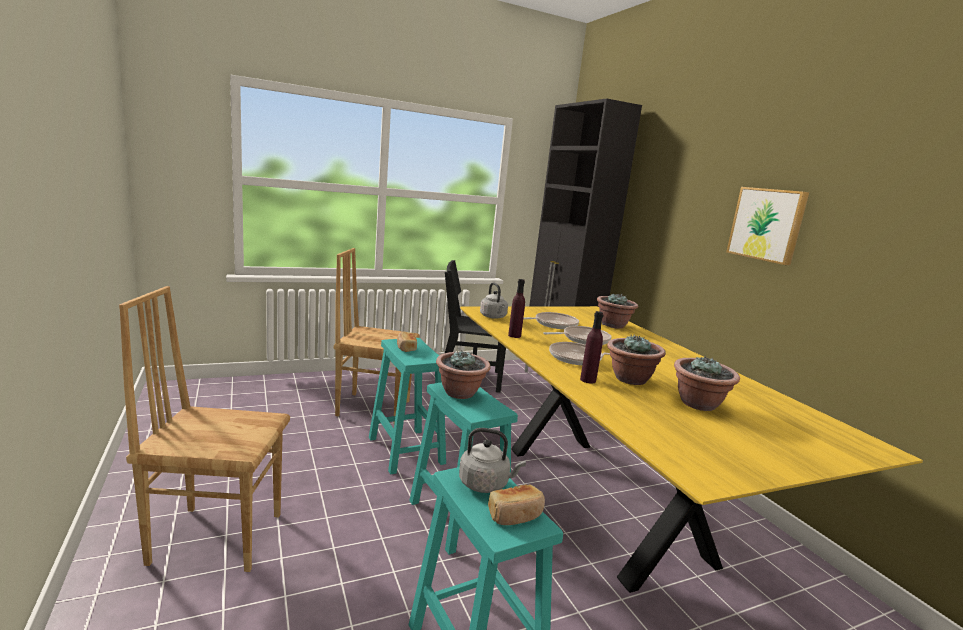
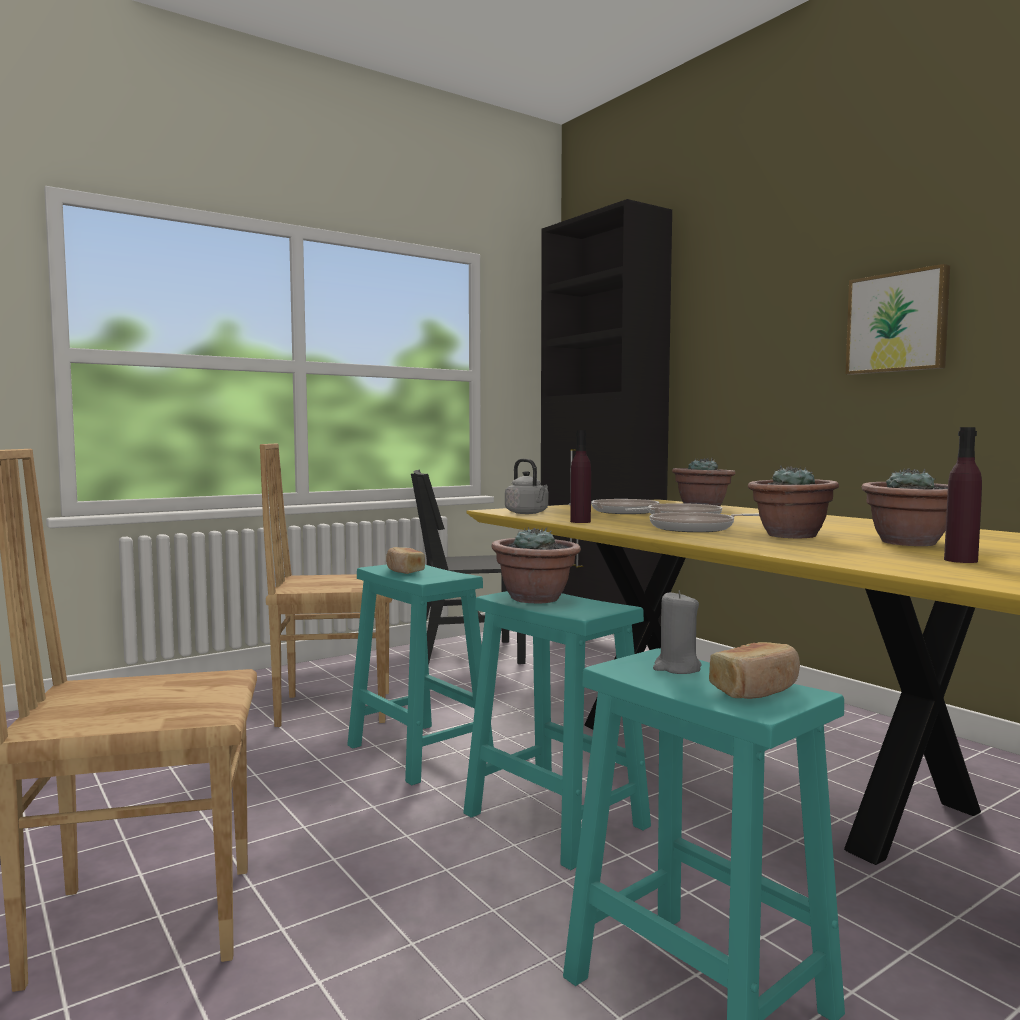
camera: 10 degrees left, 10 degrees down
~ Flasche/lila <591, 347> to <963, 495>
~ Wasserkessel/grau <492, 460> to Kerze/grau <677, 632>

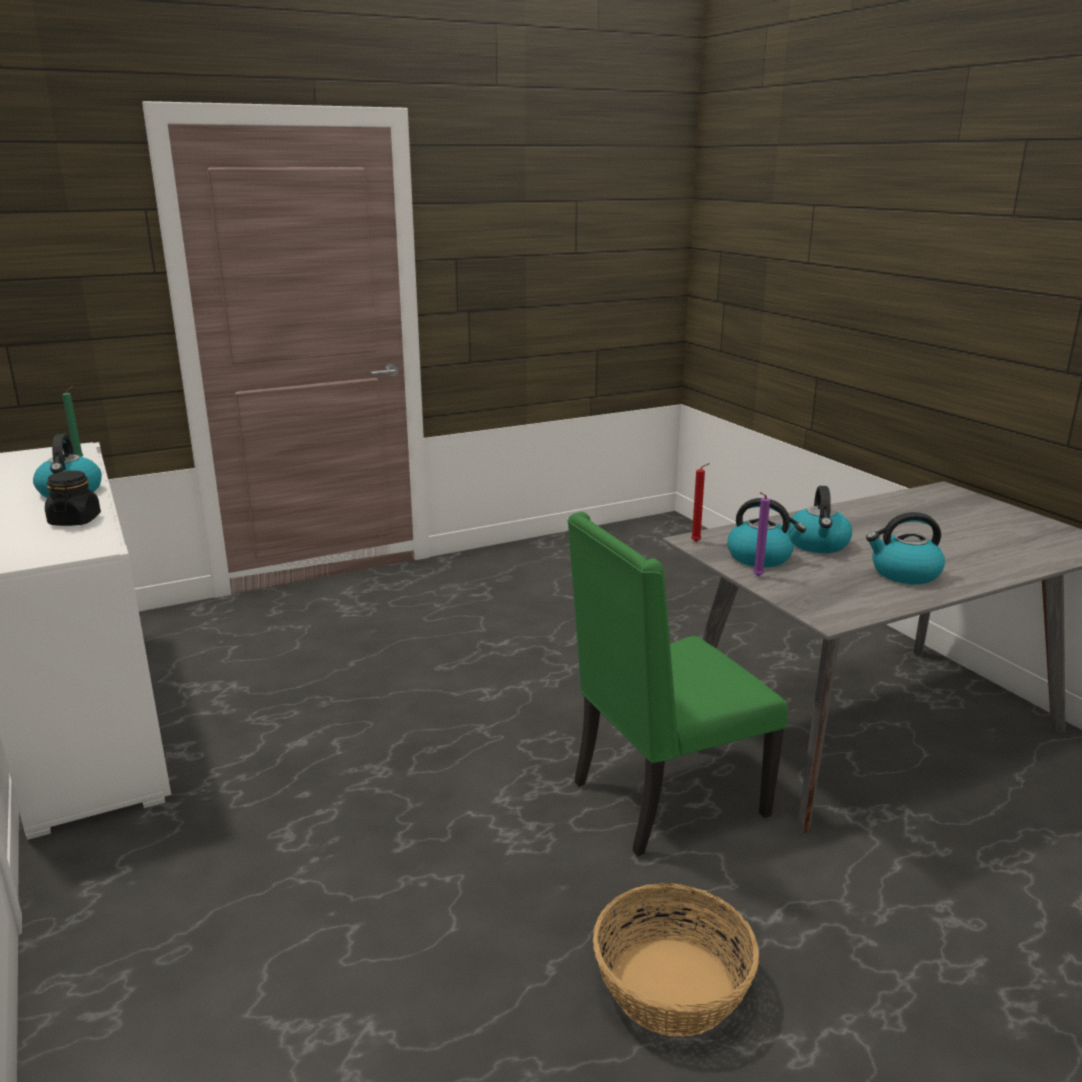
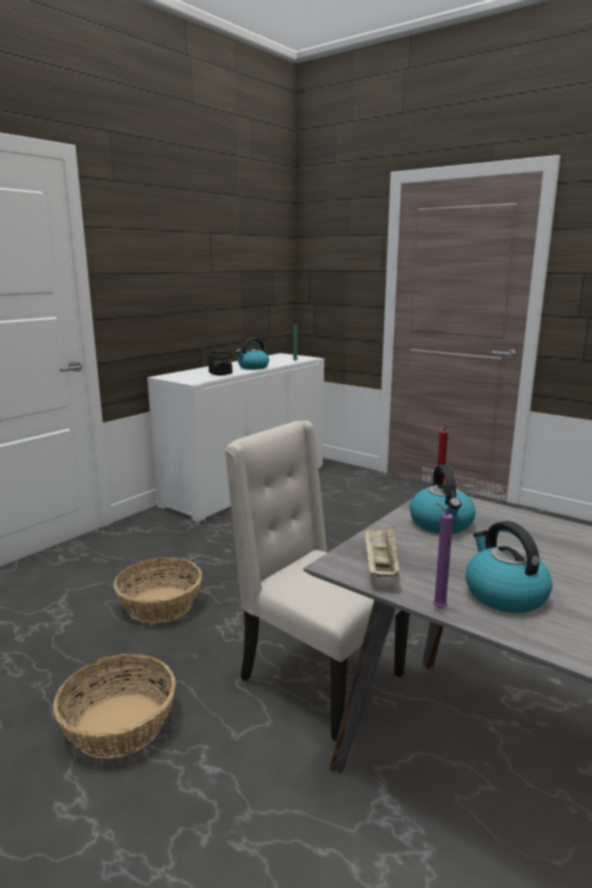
camera: 65 degrees right, 5 degrees down
- Wasserkessel <820, 519>
~ Kerze/lila <761, 534> to <443, 555>
~ Stuhl/grün <677, 684> to Stuhl/beige <317, 581>
+ Tablett/beige <382, 551>
+ Korb <157, 590>

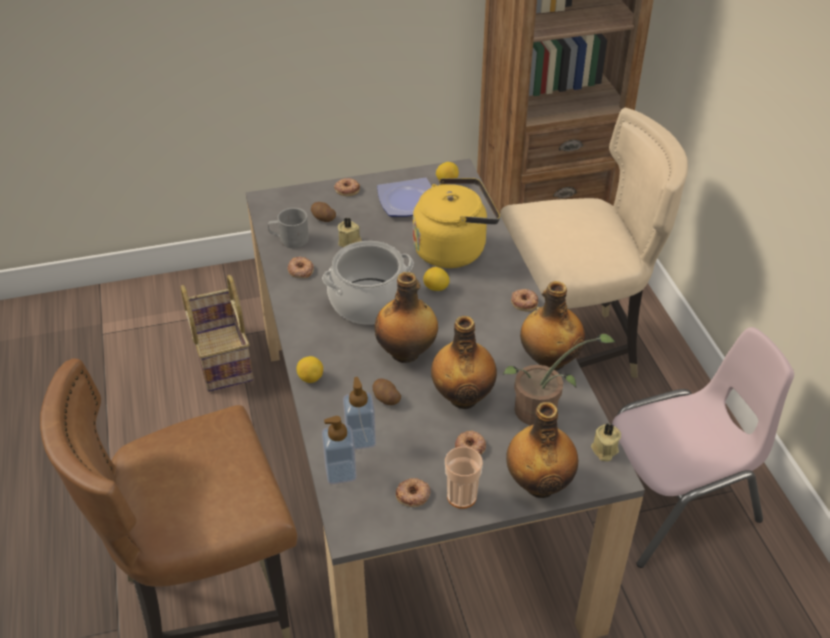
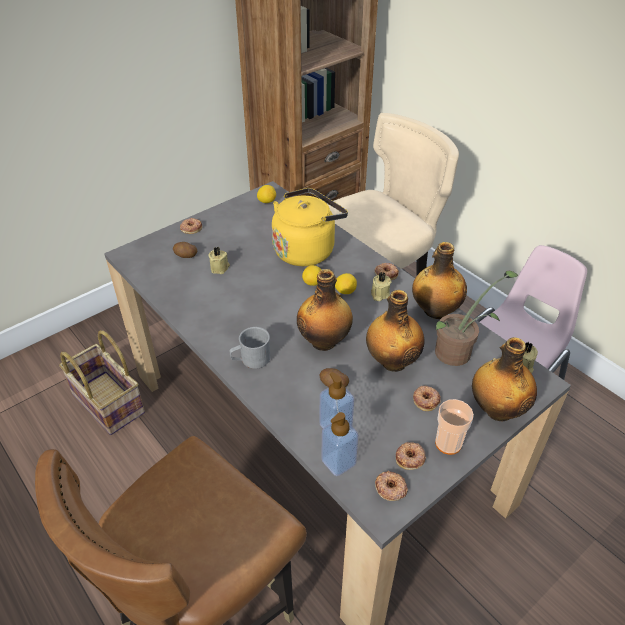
camera: 25 degrees left, 0 degrees up
- Teller <404, 197>
~ Henkelbecher/grau <288, 228> to <250, 348>
- Kochtopf <368, 283>
~ Donut <300, 267> to <391, 486>
~ Zitrone <310, 369> to <346, 283>
+ Kerze/beige <381, 286>

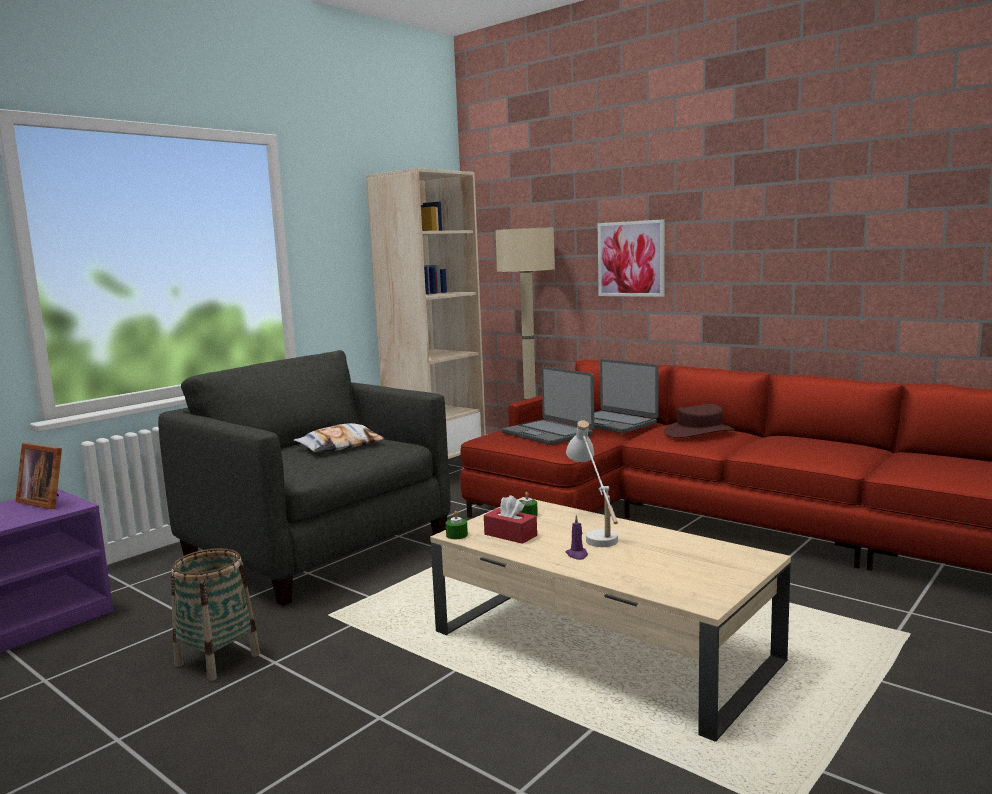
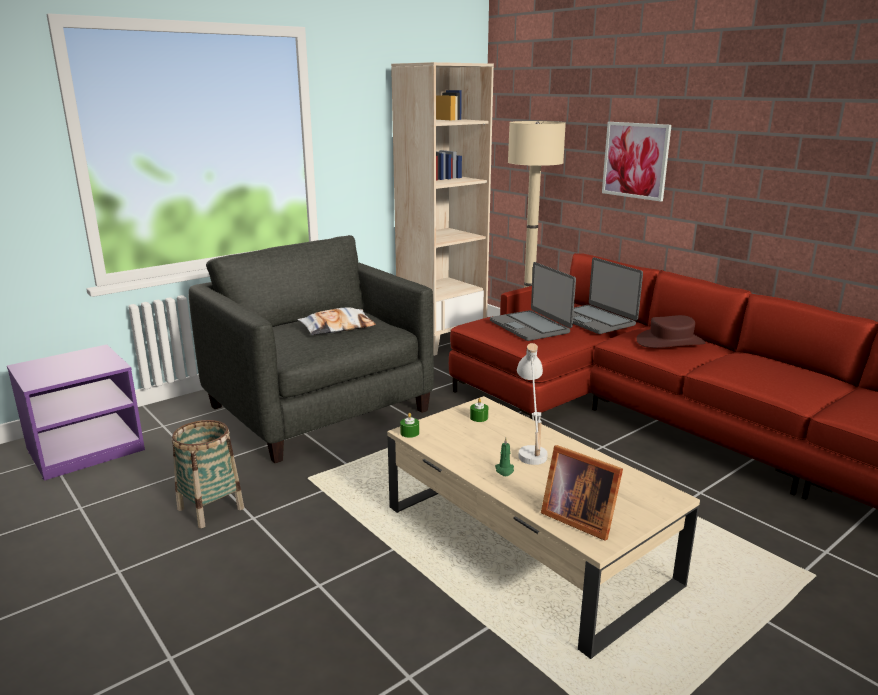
camera: 10 degrees right, 10 degrees up
~ Bilderrahmen <38, 476> to <582, 493>
- Taschentuchbox/rot <510, 519>
~ Kerze/lila <577, 537> to Kerze/grün <504, 457>

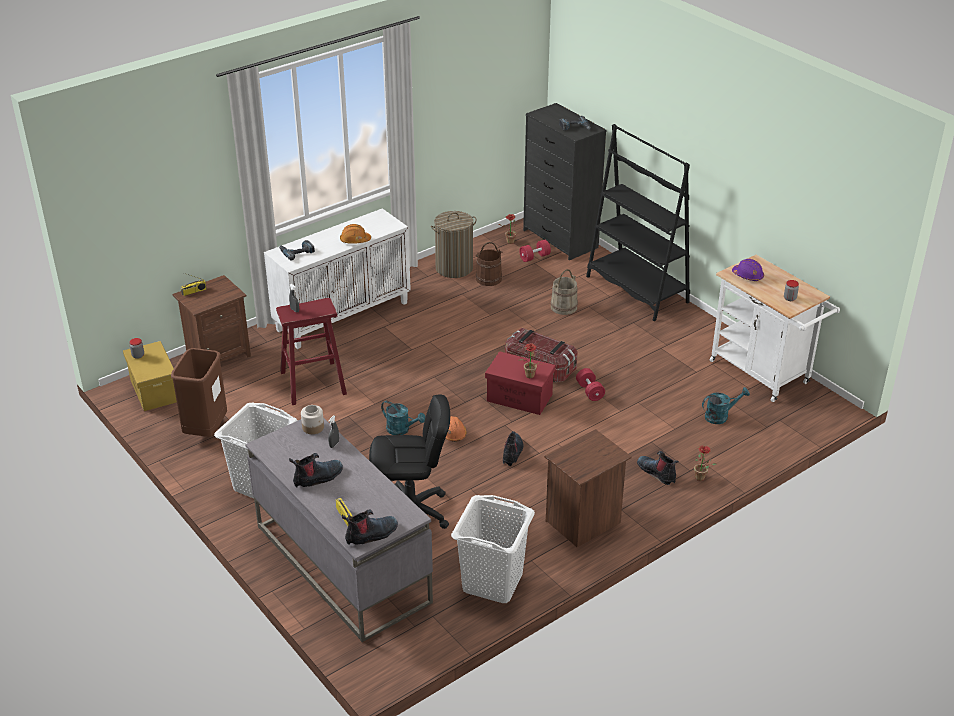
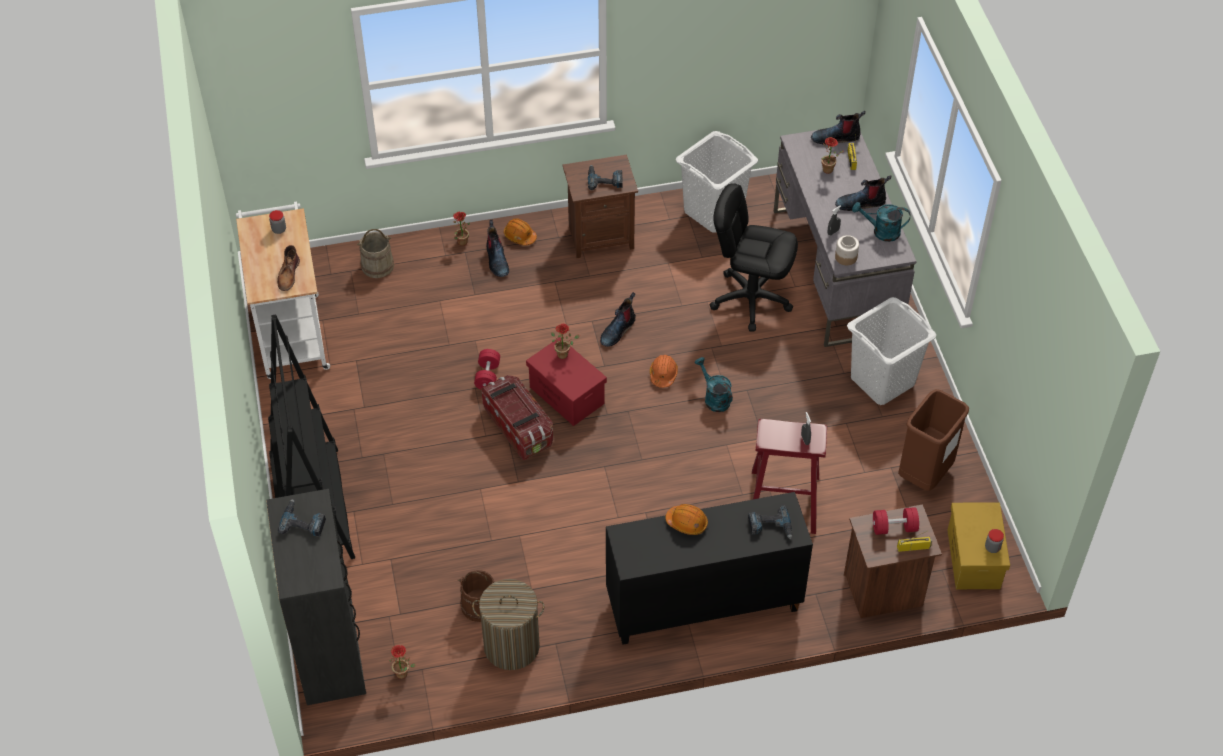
camera: 155 degrees left, 15 degrees up
~ Schrank/weiß <337, 278> to Schrank/schwarz <709, 568>
~ Hantel/rot <535, 251> to <896, 521>
~ Schutzhelm/lila <748, 270> to Stiefel/braun <288, 268>
~ Eimer/beige <564, 292> to <375, 253>
~ Gießkanne/türkis <726, 405> to <881, 222>
+ Topfpflanze <832, 155>
+ Bohrmaschine <605, 177>
+ Schutzhelm/orange <520, 232>

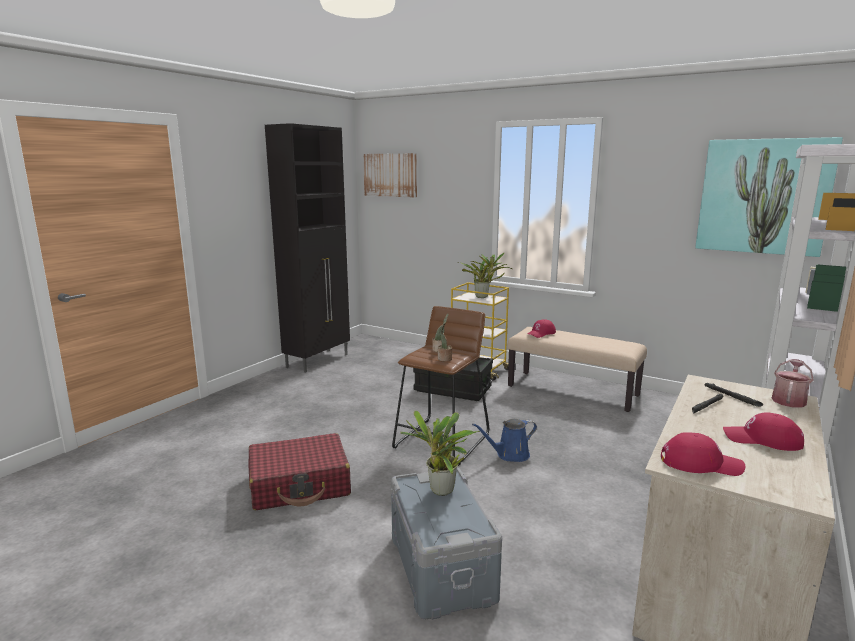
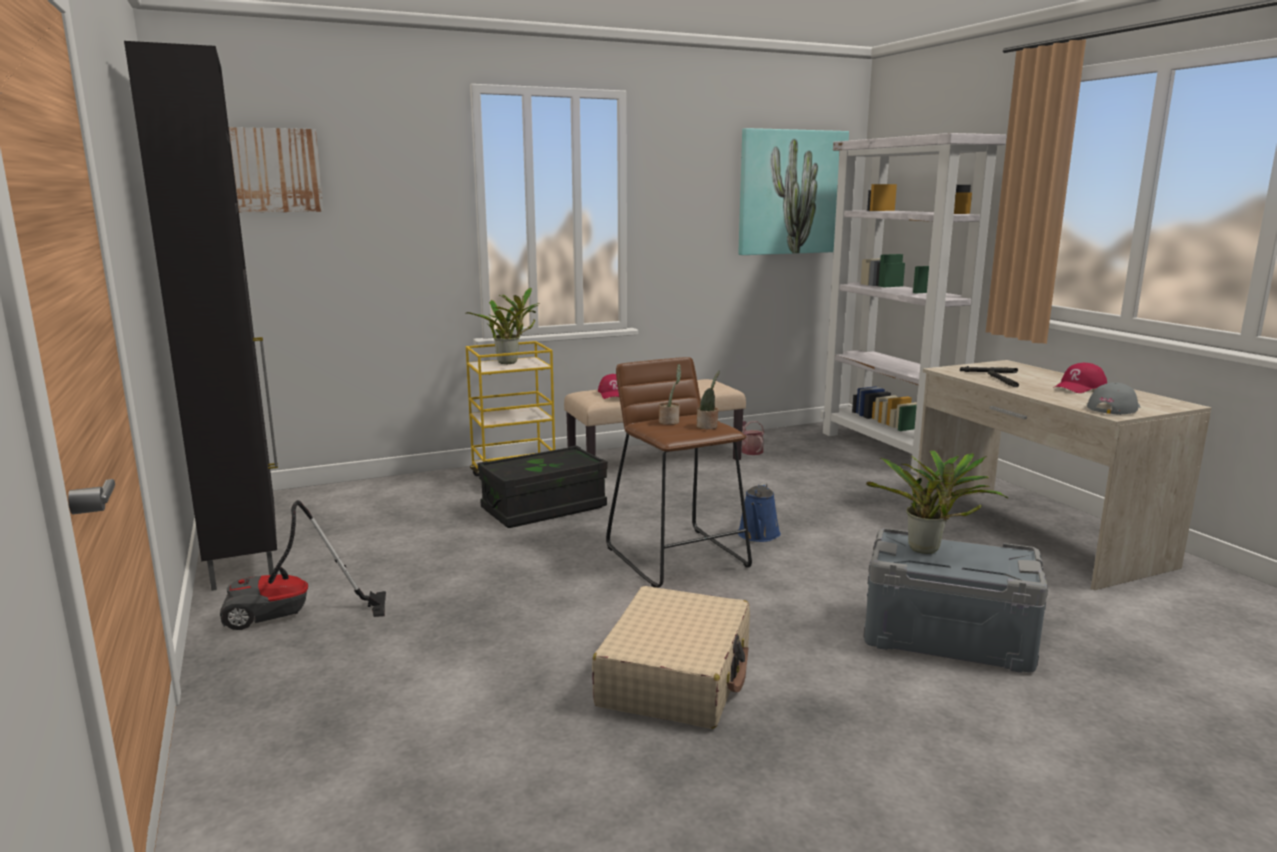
camera: 55 degrees left, 0 degrees up
~ Gießkanne <792, 383> to <753, 438>
~ Kappe/rot <703, 454> to Kappe/grau <1113, 398>
~ Koffer/rot <300, 471> to Koffer/beige <671, 657>
+ Staubsauger <303, 565>

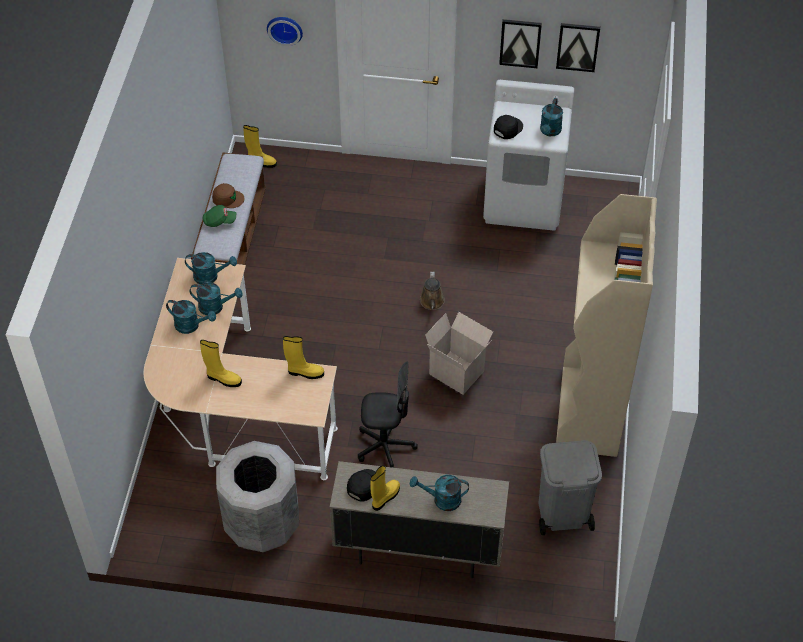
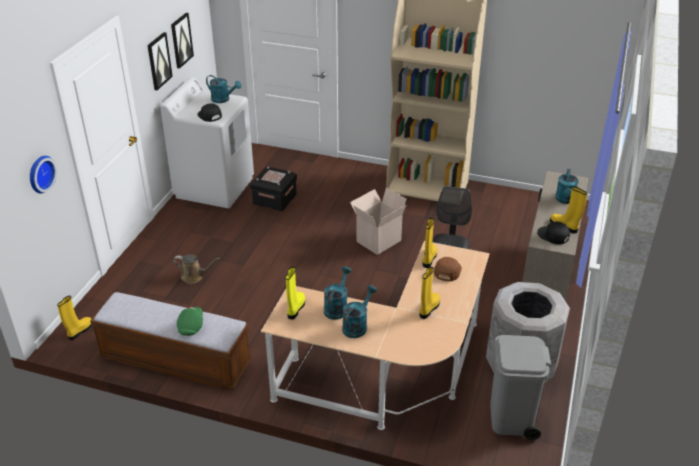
camera: 80 degrees left, 15 degrees down
~ Kappe/braun <228, 195> to <448, 269>
~ Gießkanne/türkis <211, 268> to Stiefel/gelb <295, 293>
~ Gießkanne/braun <432, 291> to <196, 269>
~ Mülleimer/grau <570, 487> to <520, 387>
+ Aufbewahrungsbox/schwarz <273, 188>

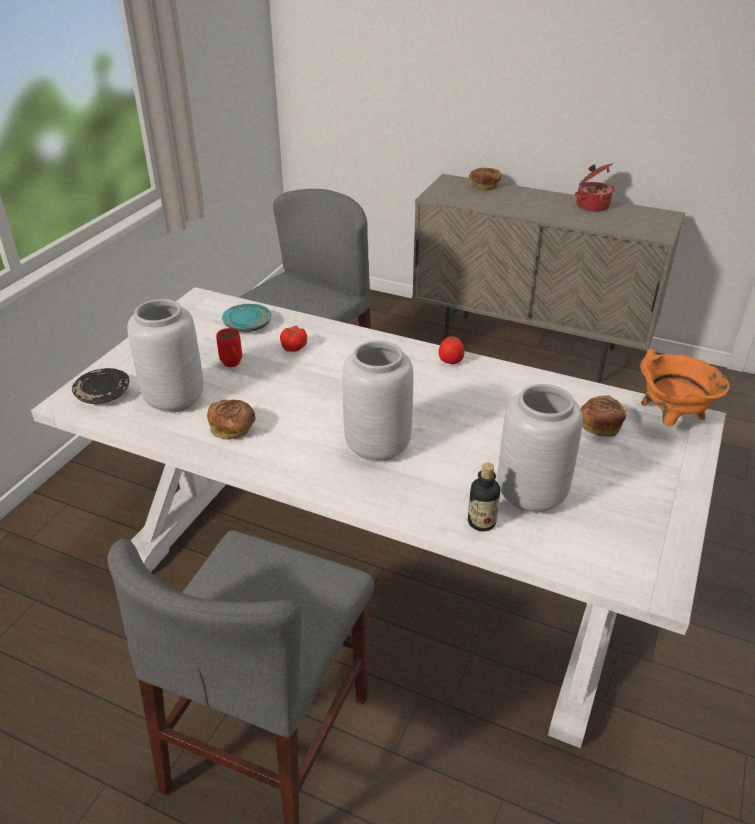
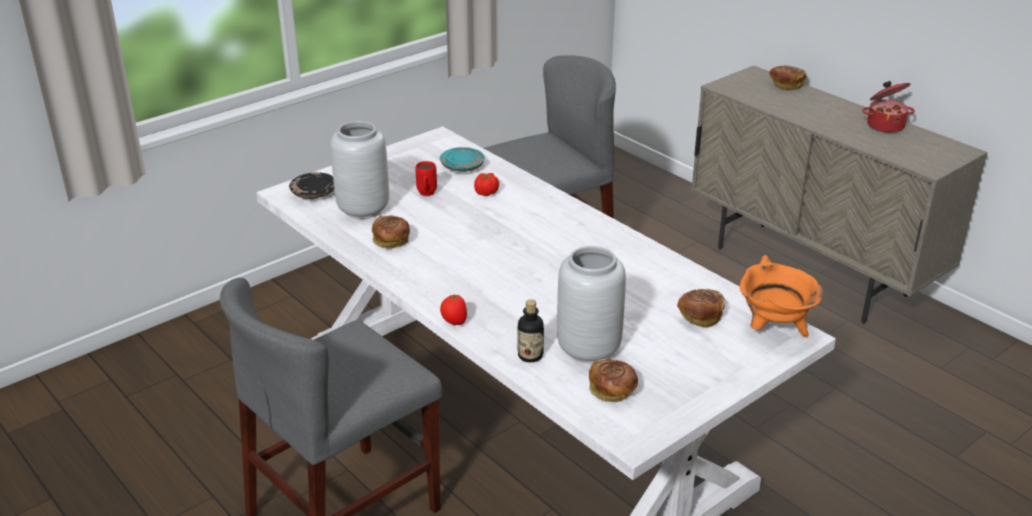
camera: 25 degrees right, 5 degrees down
~ Tomate <451, 350> to <453, 310>
- Vase/grau <377, 401>
+ Brot <613, 380>

